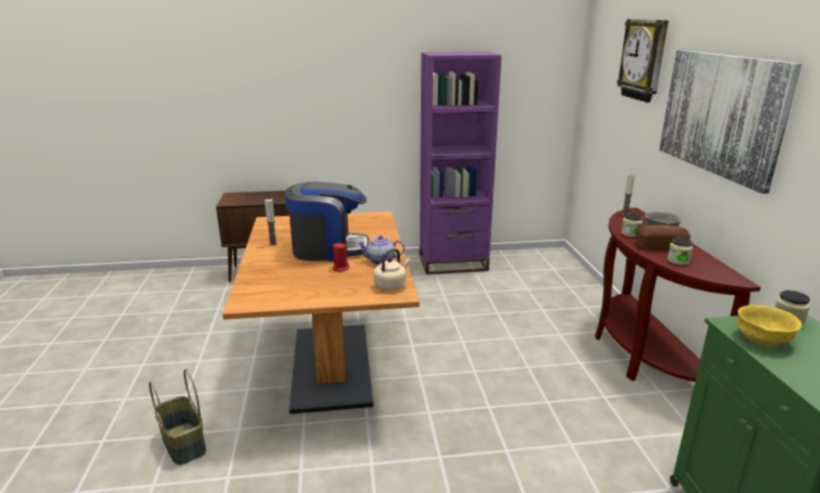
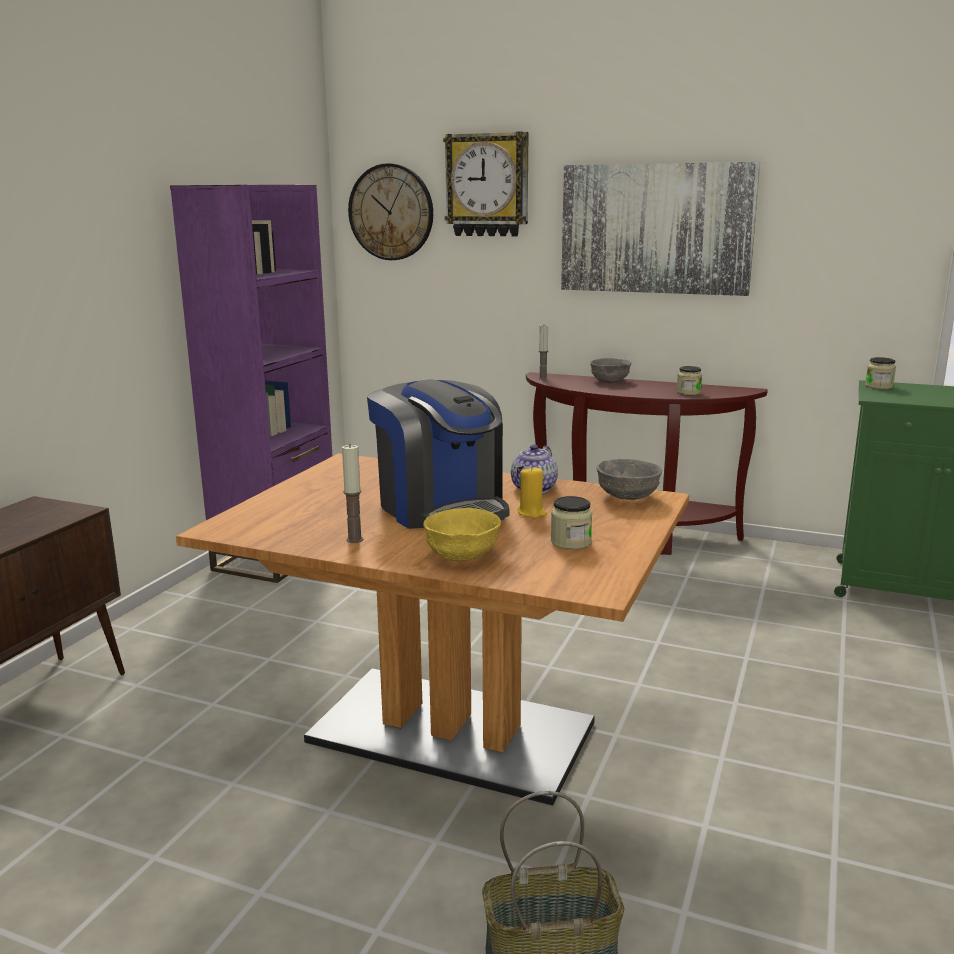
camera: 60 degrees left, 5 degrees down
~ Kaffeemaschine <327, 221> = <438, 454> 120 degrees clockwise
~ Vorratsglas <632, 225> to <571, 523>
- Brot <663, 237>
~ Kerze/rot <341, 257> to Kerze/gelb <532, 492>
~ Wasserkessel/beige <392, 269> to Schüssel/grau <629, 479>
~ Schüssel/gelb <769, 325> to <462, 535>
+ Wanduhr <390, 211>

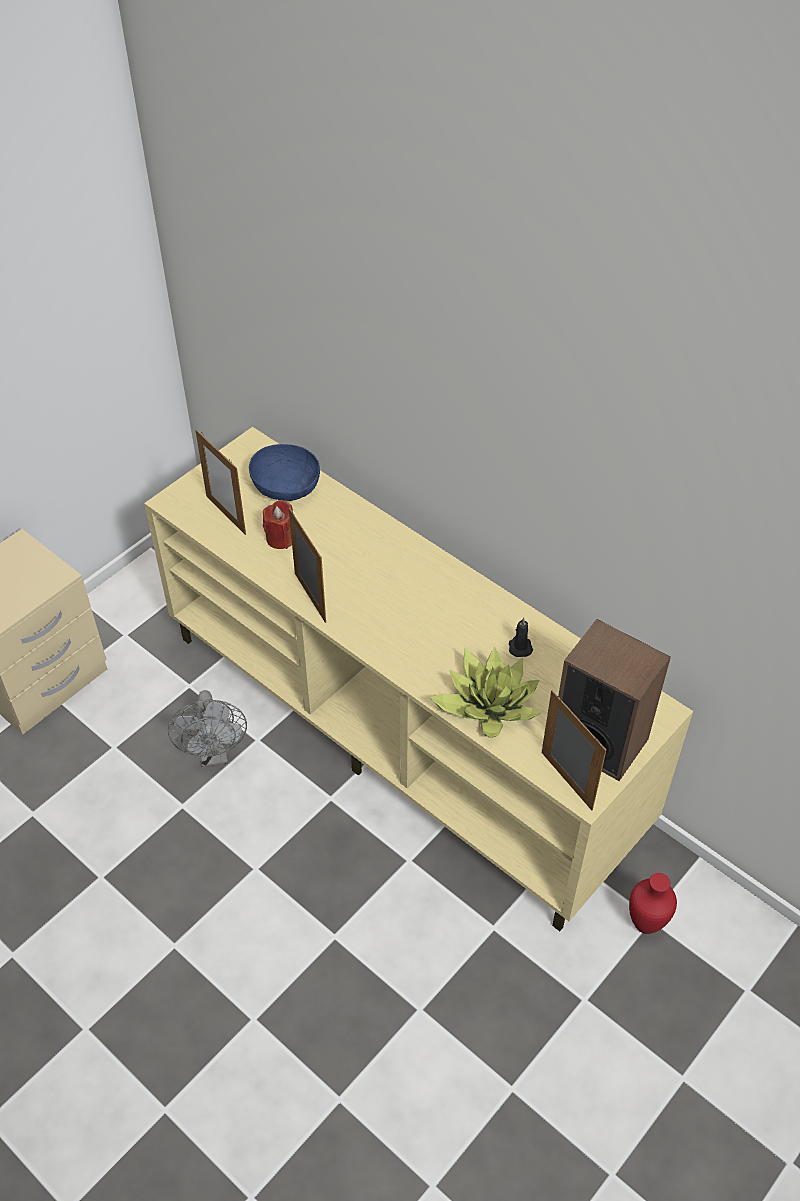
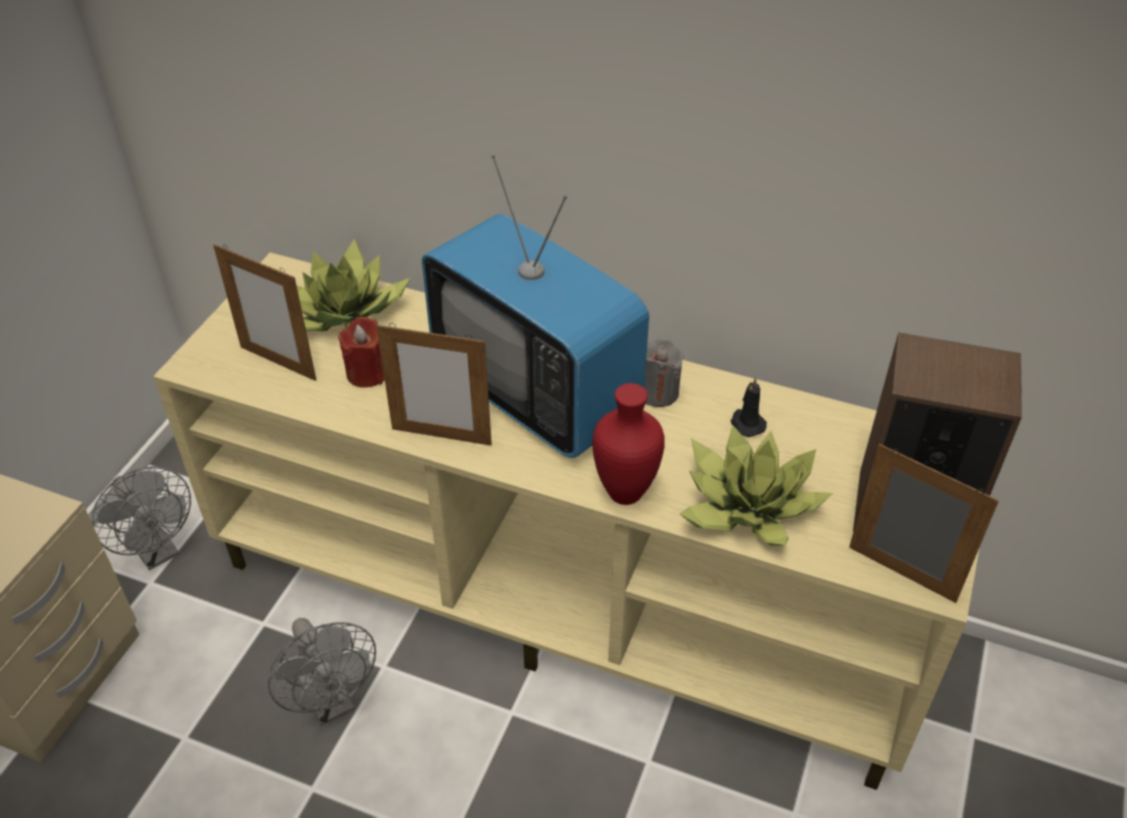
camera: 20 degrees left, 5 degrees down
~ Schüssel/blau <284, 472> to Topfpflanze <353, 285>
~ Bilderrahmen <307, 565> = <434, 384> 150 degrees clockwise
~ Vase/rot <653, 903> to <628, 444>
+ Fernseher <535, 306>
+ Kerze/grau <664, 372>
+ Ventilator/grau <141, 518>

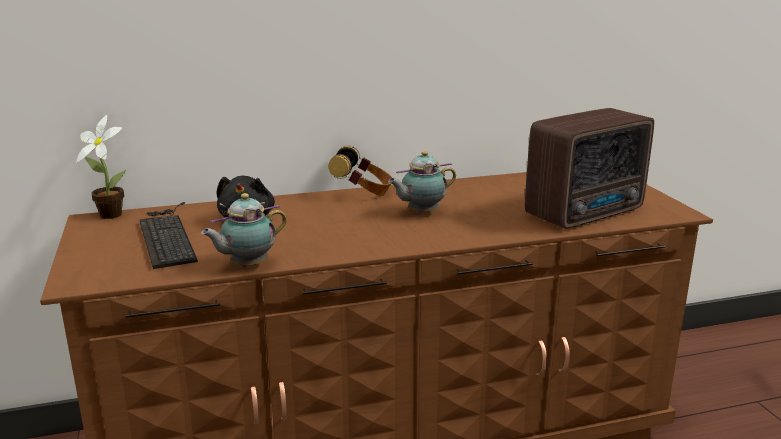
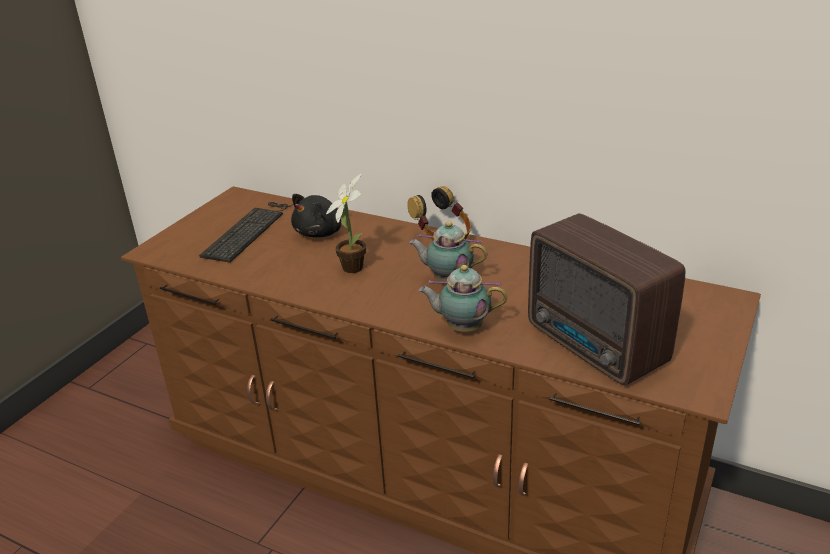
camera: 45 degrees right, 10 degrees up
~ Radio <589, 168> = <607, 299> 45 degrees clockwise
~ Topfpflanze <101, 167> to <346, 223>
~ Teekanne <244, 230> to <463, 298>

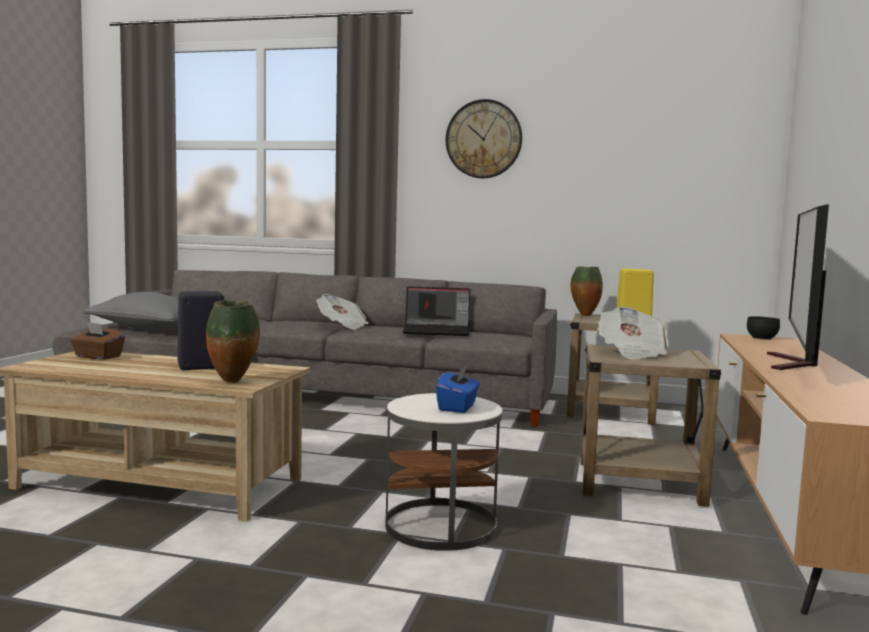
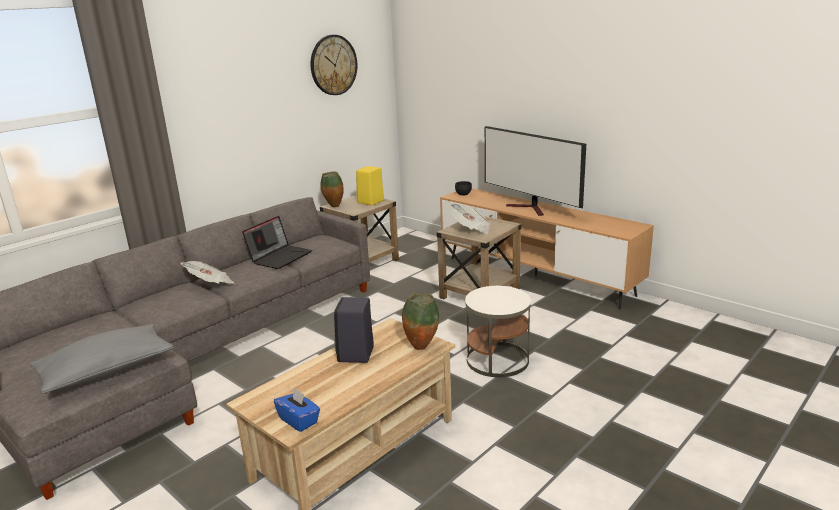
camera: 60 degrees left, 15 degrees up
~ Wanduhr <484, 138> to <334, 65>
- Taschentuchbox/braun <97, 341>
~ Taschentuchbox/blau <458, 389> to <297, 409>

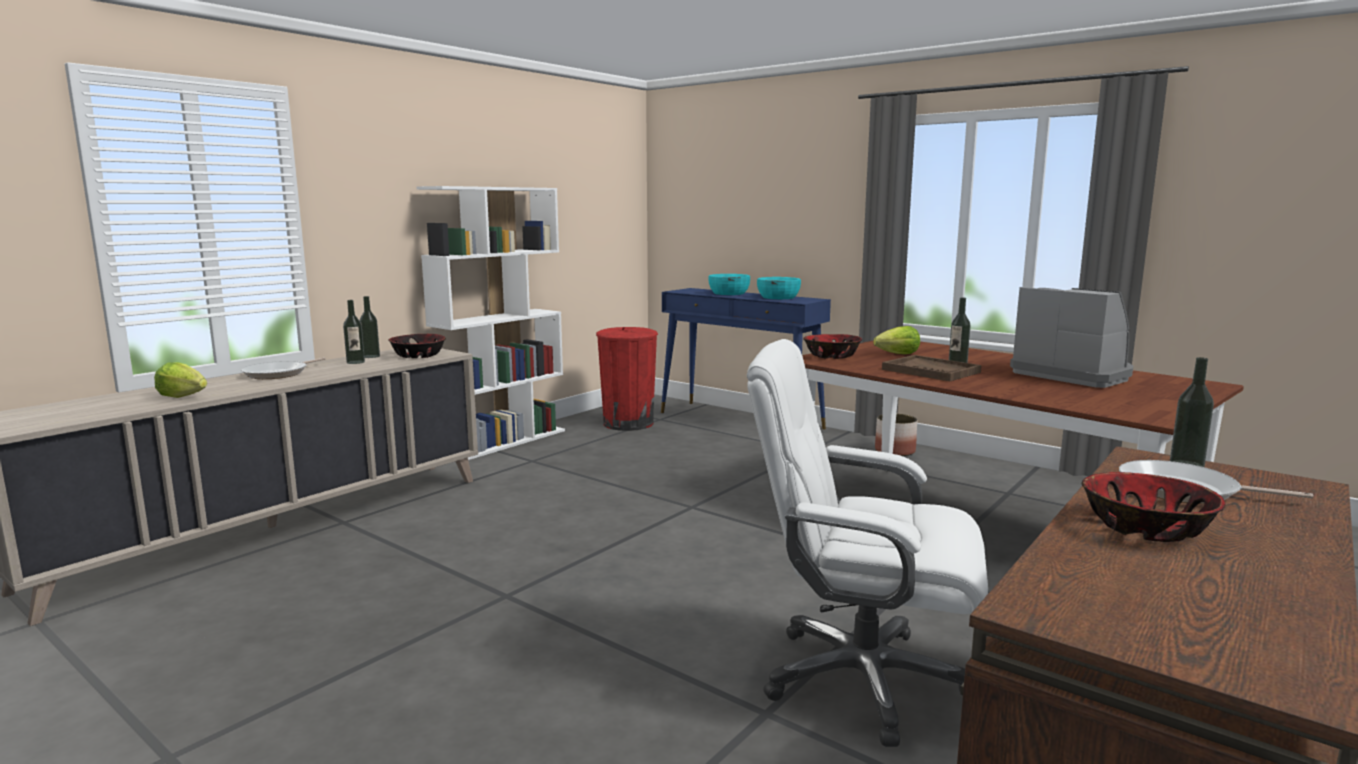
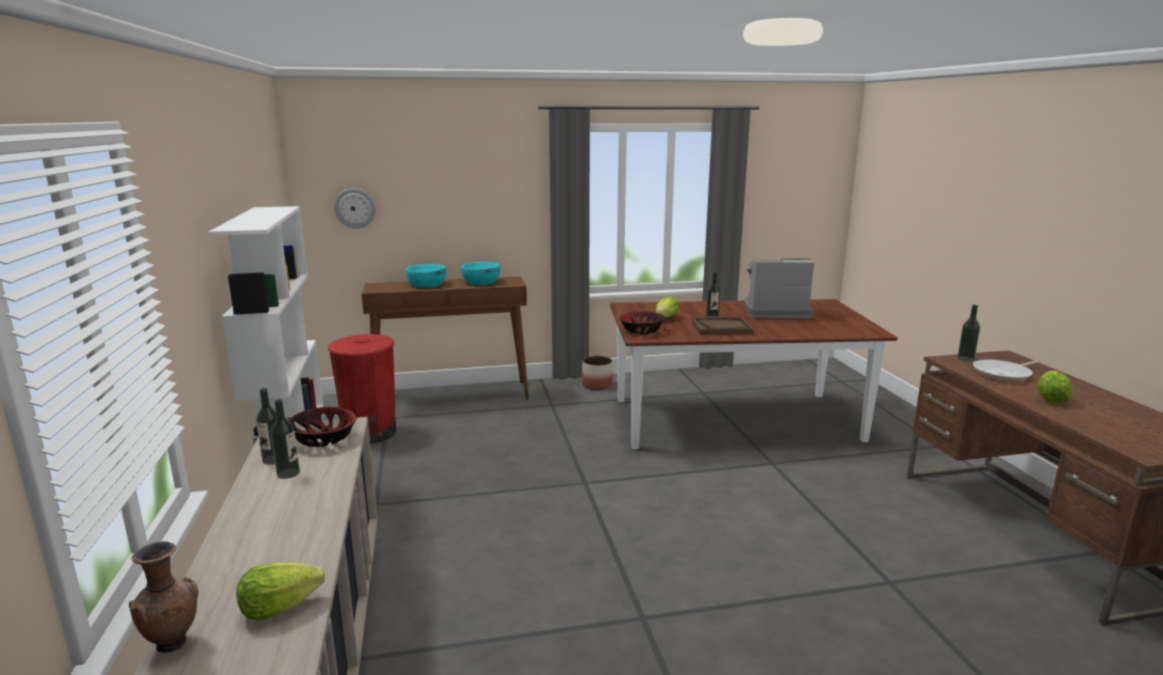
camera: 50 degrees left, 5 degrees up
~ Konsolentisch/blau <746, 358> to Konsolentisch/braun <445, 338>
- Bürostuhl/weiß <867, 543>
- Pfanne <283, 368>
~ Schüssel <1153, 507> to Salatkopf <1055, 387>
+ Wanduhr <355, 208>
+ Vase/braun <163, 597>

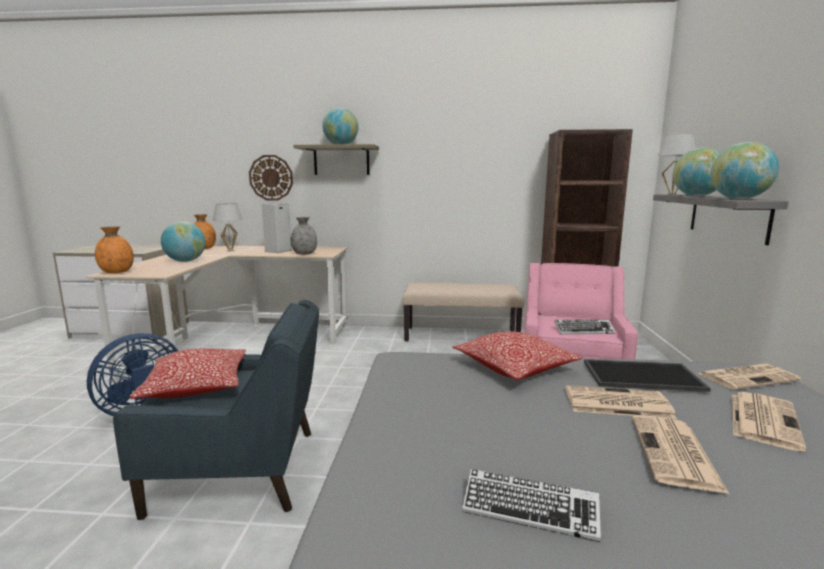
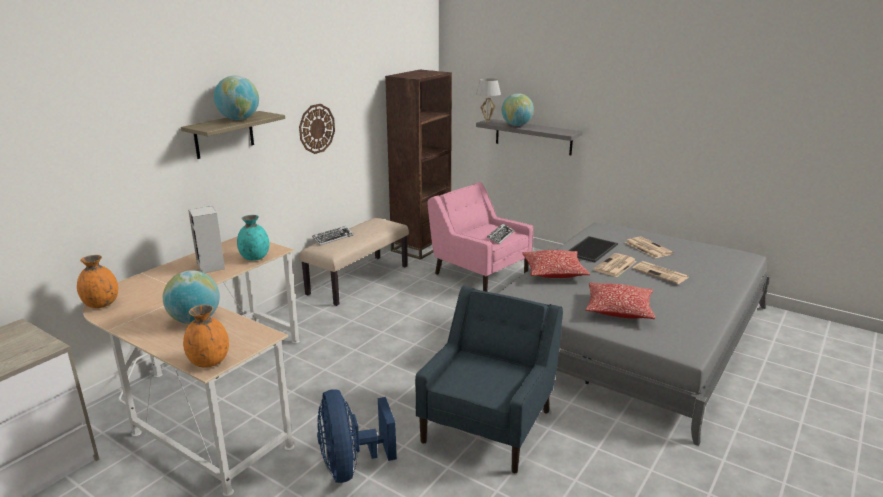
camera: 60 degrees left, 10 degrees up
- Globus <745, 170>
~ Wanduhr <271, 178> to <317, 129>
- Tischlampe/weiß <228, 227>
~ Vase/grau <303, 236> to Vase/türkis <253, 238>
~ Kissen <187, 374> to <620, 300>
- Zeitung <749, 377>
~ Tastatur <531, 505> to <333, 235>

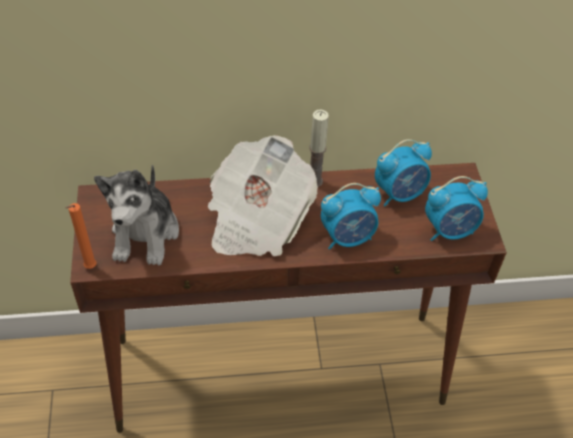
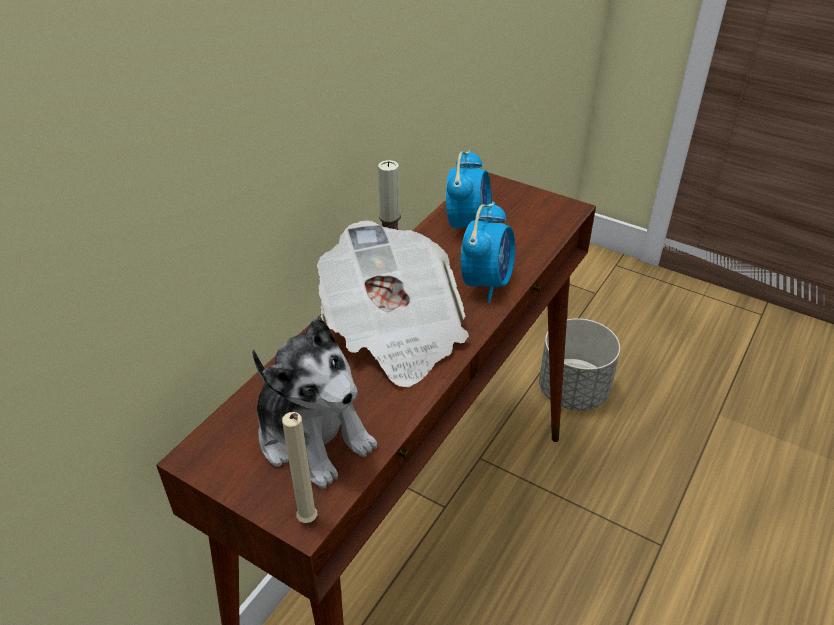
camera: 50 degrees left, 10 degrees down
- Wecker <456, 208>
~ Kerze/orange <81, 236> to Kerze/beige <299, 467>
+ Pflanzkübel/grau <579, 364>

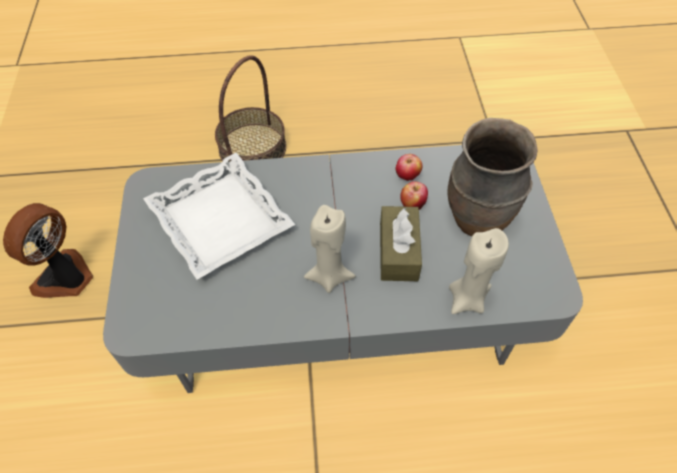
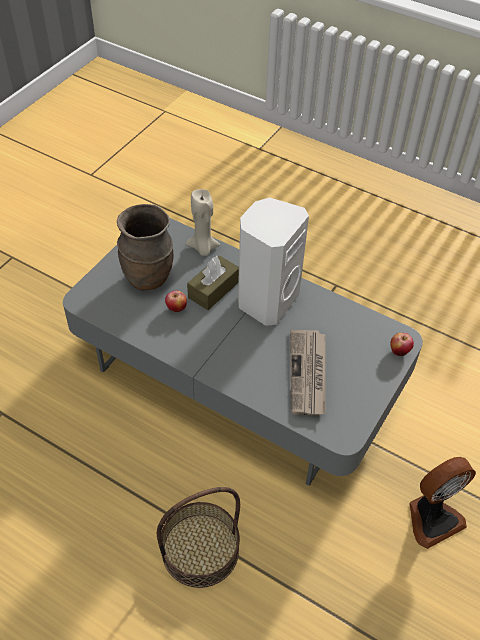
camera: 145 degrees left, 5 degrees down
~ Tablett/weiß <219, 216> to Zeitung <308, 373>
~ Apfel <409, 167> to <402, 344>
~ Kerze/beige <330, 249> to Lautsprecher/weiß <273, 261>

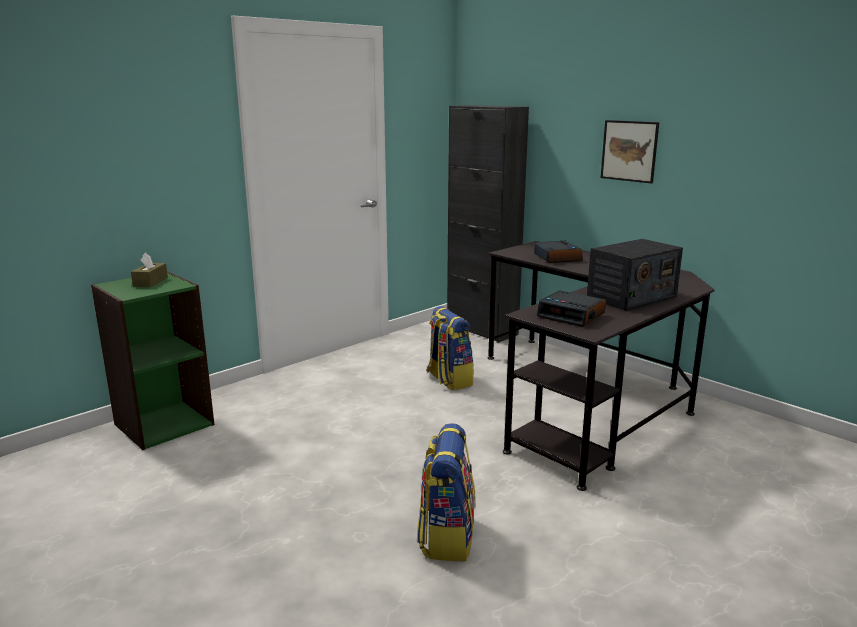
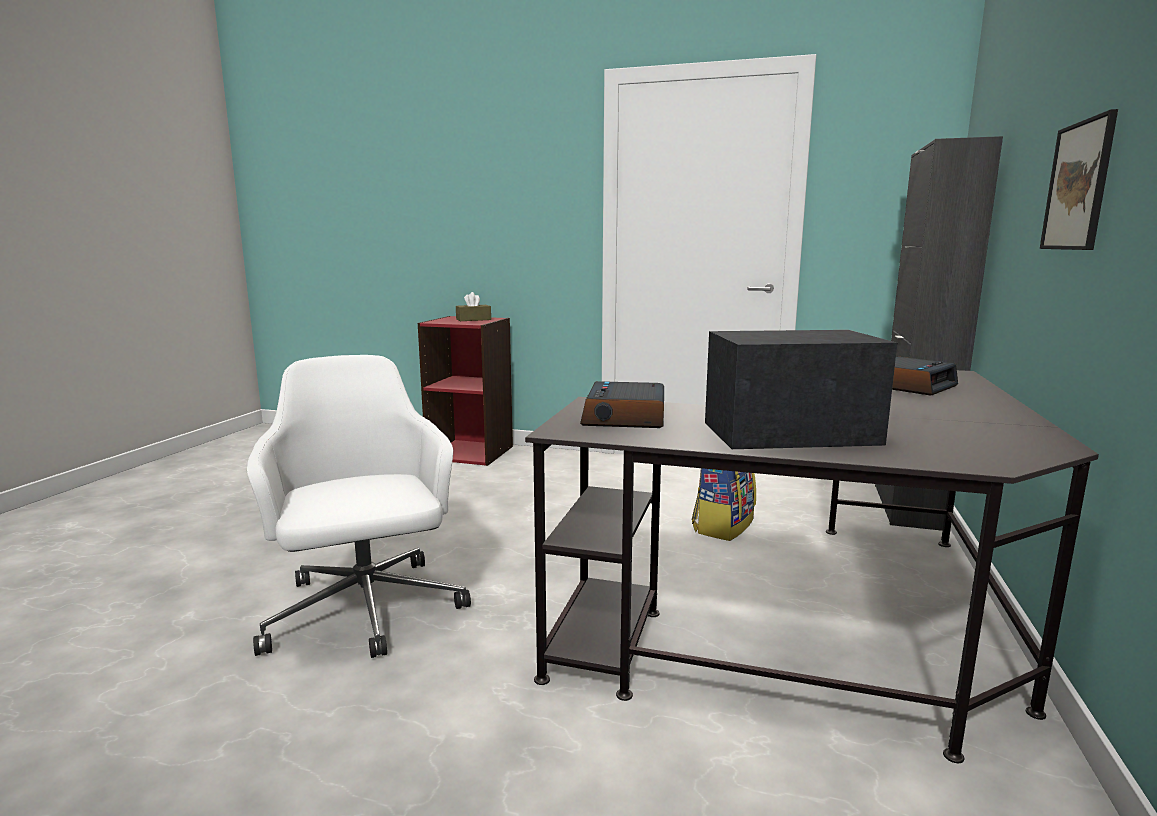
camera: 60 degrees right, 5 degrees down
~ Radio <635, 275> = <801, 389> 150 degrees clockwise
~ Bücherregal/grün <152, 360> to Bücherregal/rot <465, 391>
~ Rucksack <446, 492> to Bürostuhl/weiß <359, 506>

